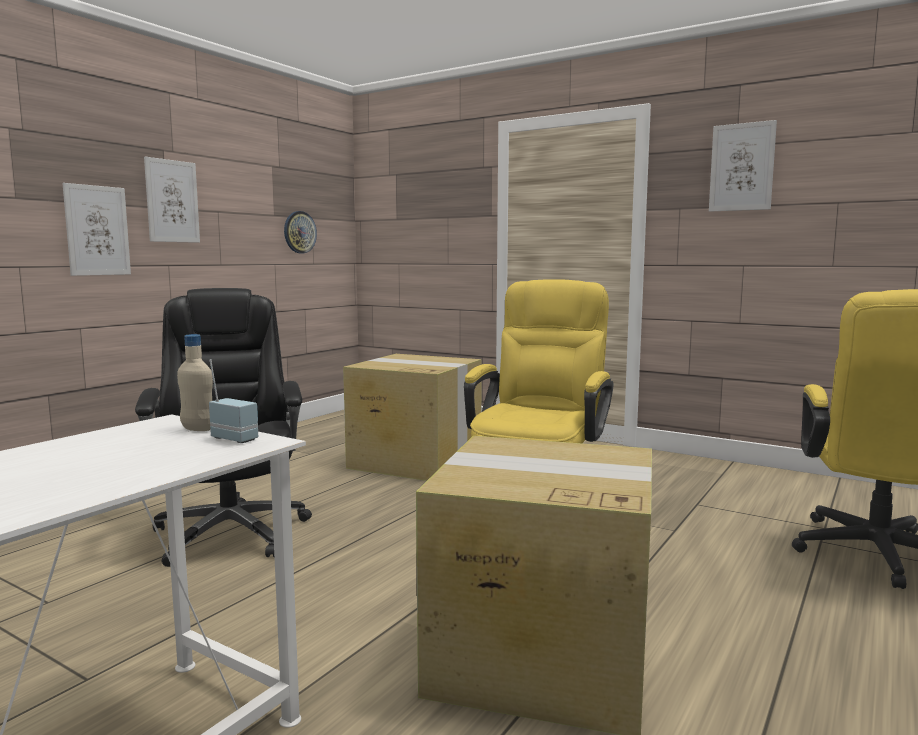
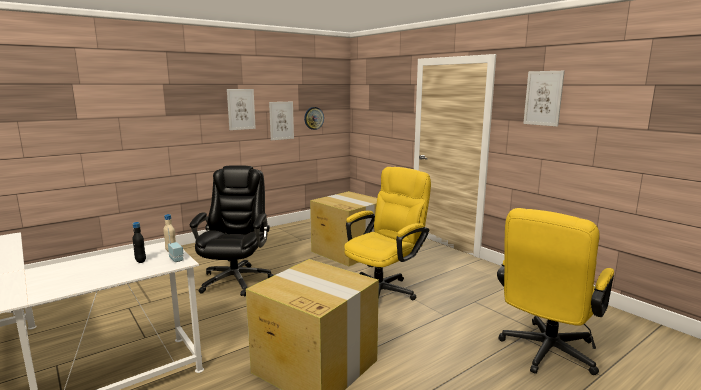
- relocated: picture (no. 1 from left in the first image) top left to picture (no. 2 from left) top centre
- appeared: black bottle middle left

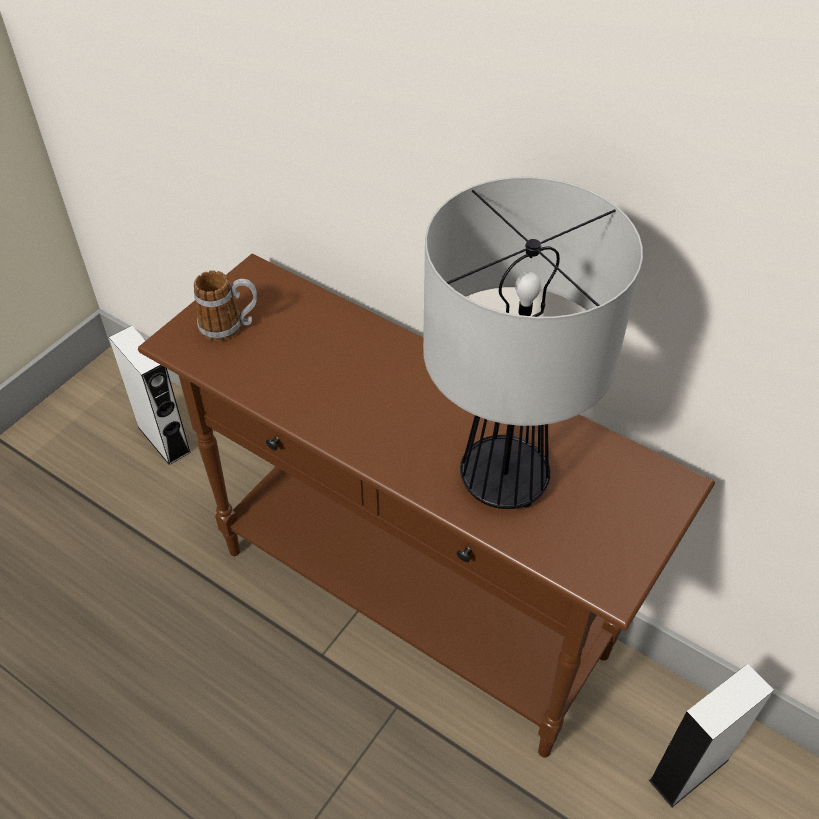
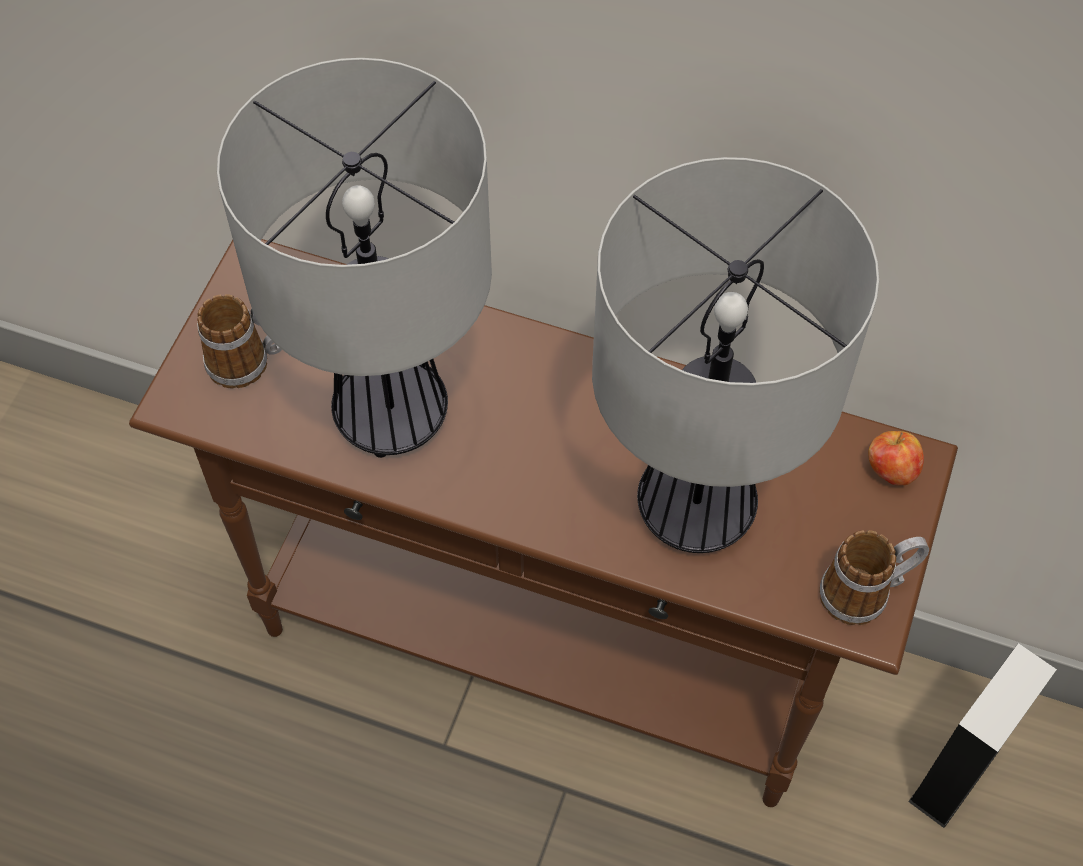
- missing: grey speaker (no. 1 from left) middle left
- appeared: table lamp (no. 1 from left) top left
- appeared: mug (no. 2 from left) middle right
- appeared: apple middle right

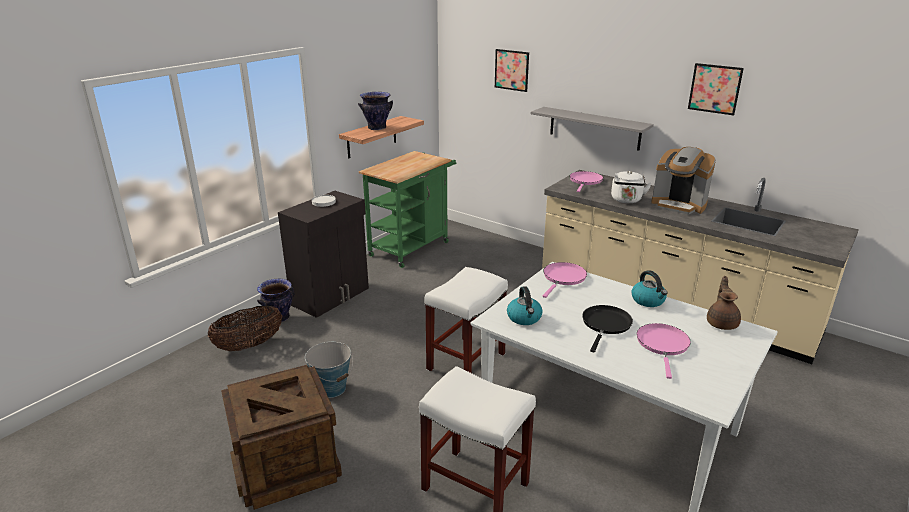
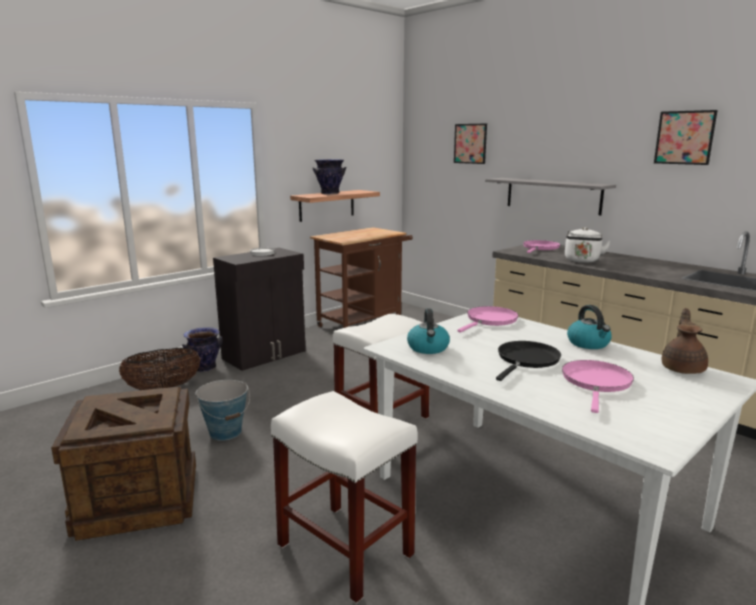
- colour: green cart centre to brown cart centre
- missing: coffee machine middle right

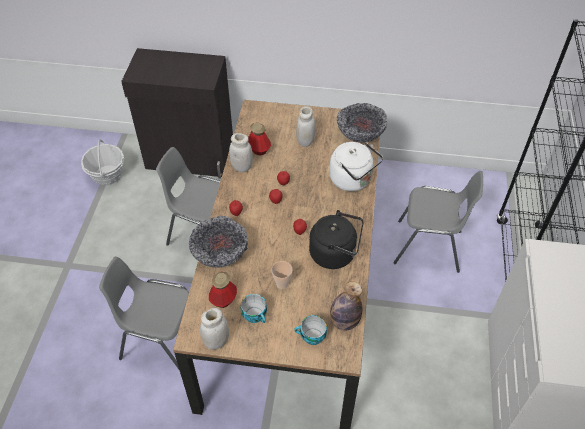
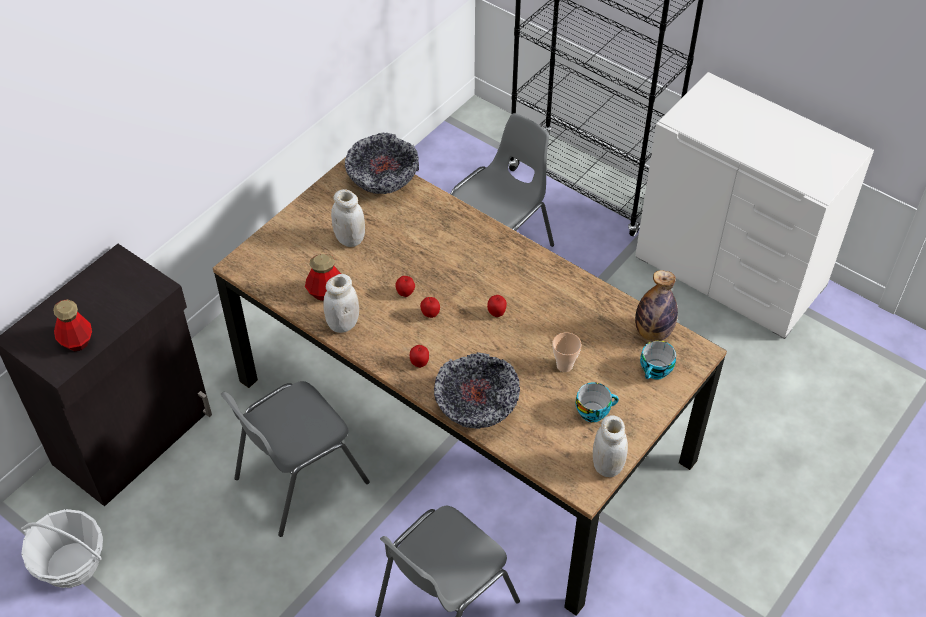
- relocated: bottle (no. 1 from left) bottom centre to middle left
- missing: black kettle centre
- missing: white kettle centre

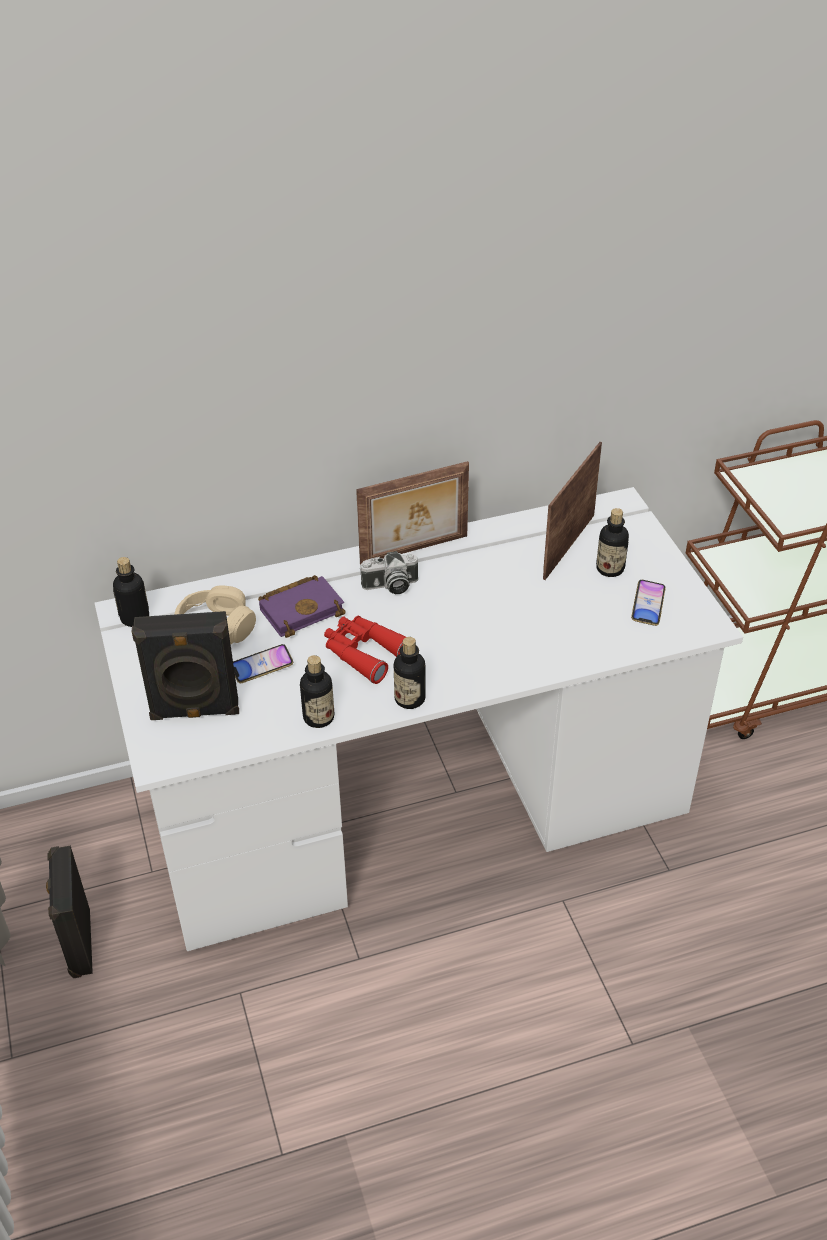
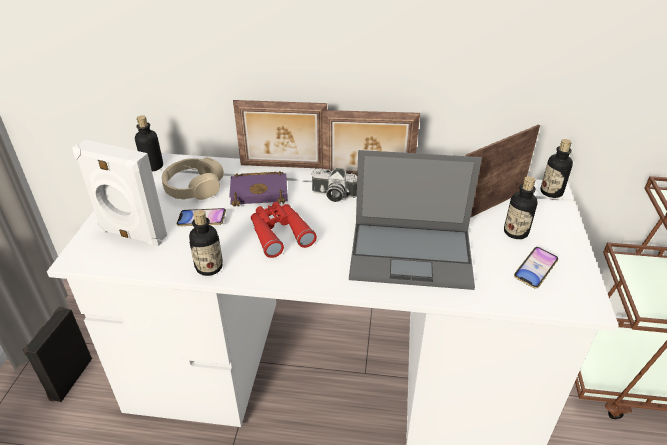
- colour: black speaker (no. 2 from left) middle left to white speaker middle left
- relocated: bottle (no. 3 from left in the first image) centre to bottle (no. 4 from left) middle right
- appeared: picture frame (no. 1 from left) top centre
- appeared: laptop centre

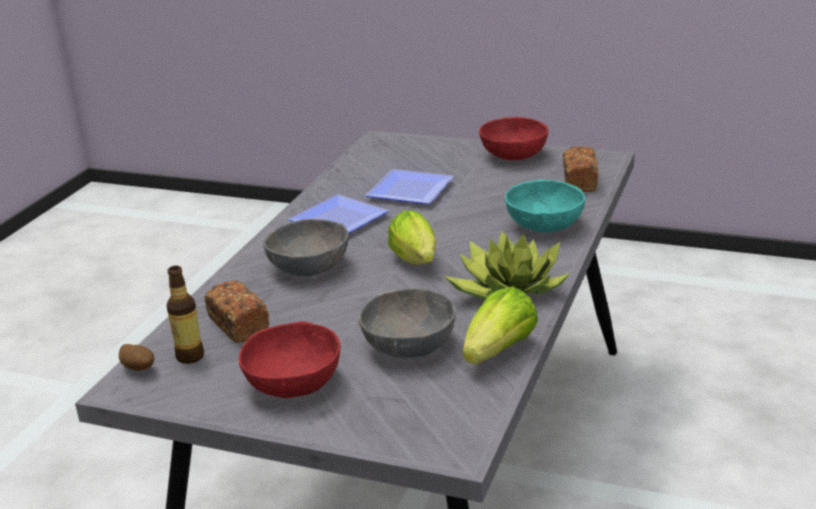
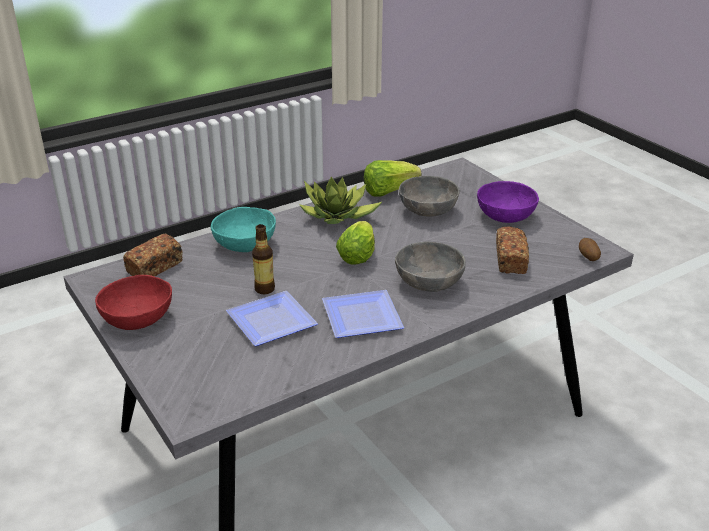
- relocated: bottle middle left to centre
- colour: red bowl (no. 1 from left) bottom centre to purple bowl middle right

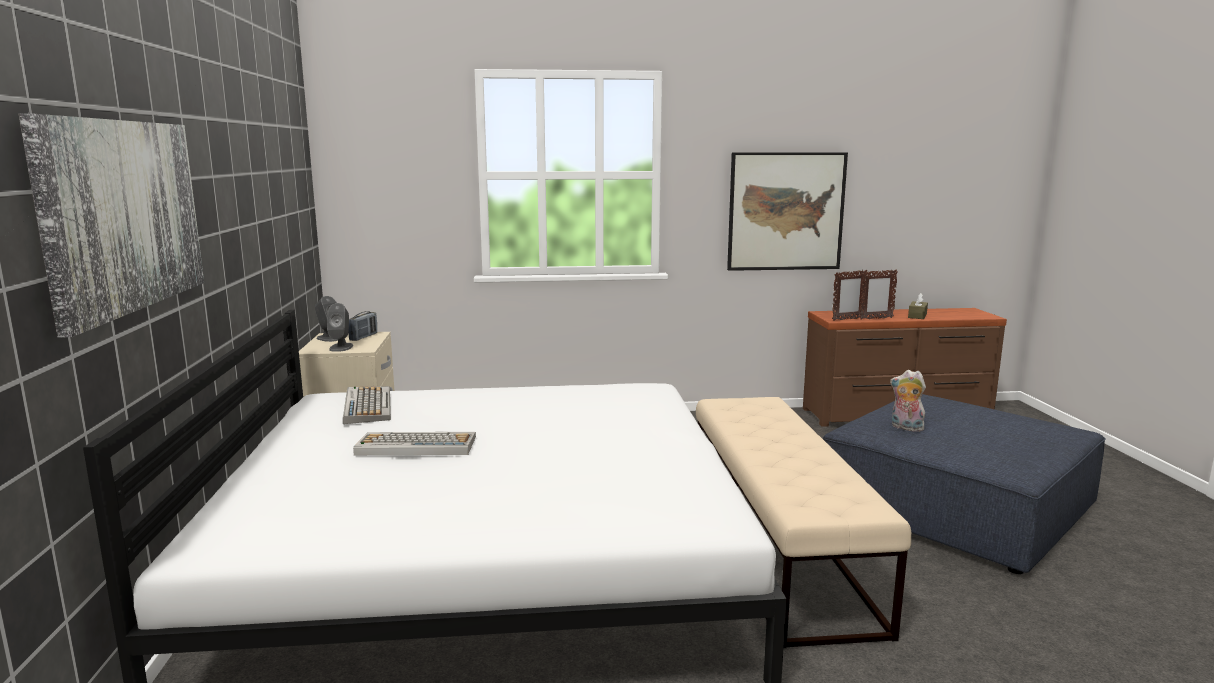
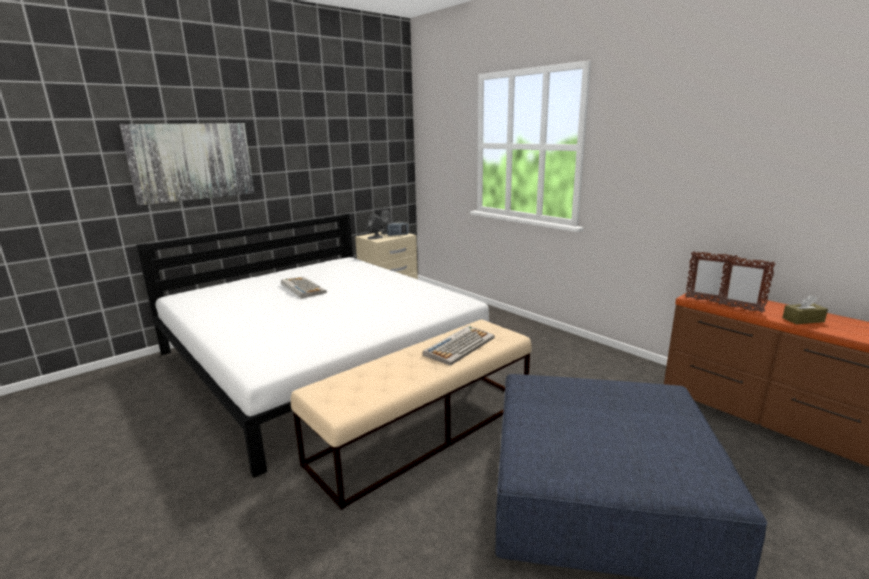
- relocated: keyboard (no. 1 from left in the first image) middle left to keyboard (no. 2 from left) centre
- missing: picture (no. 2 from left) top centre
- missing: plush toy middle right

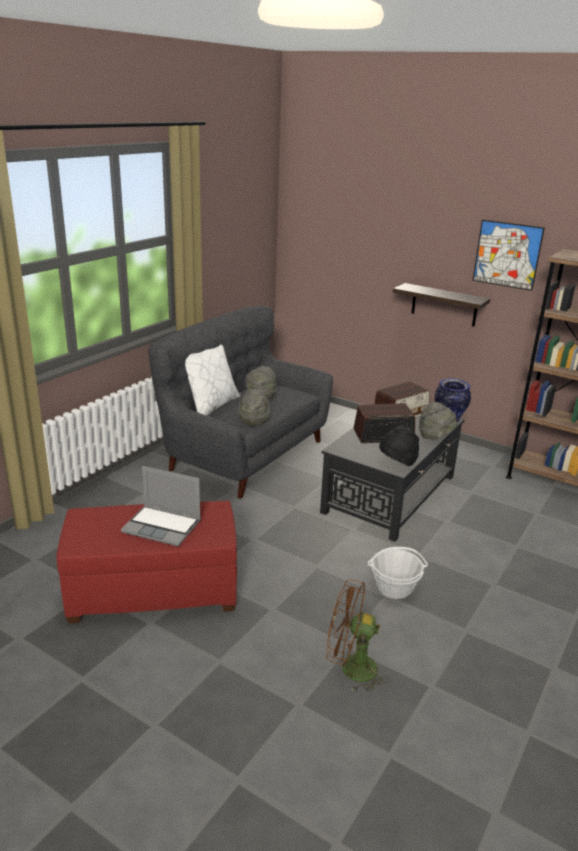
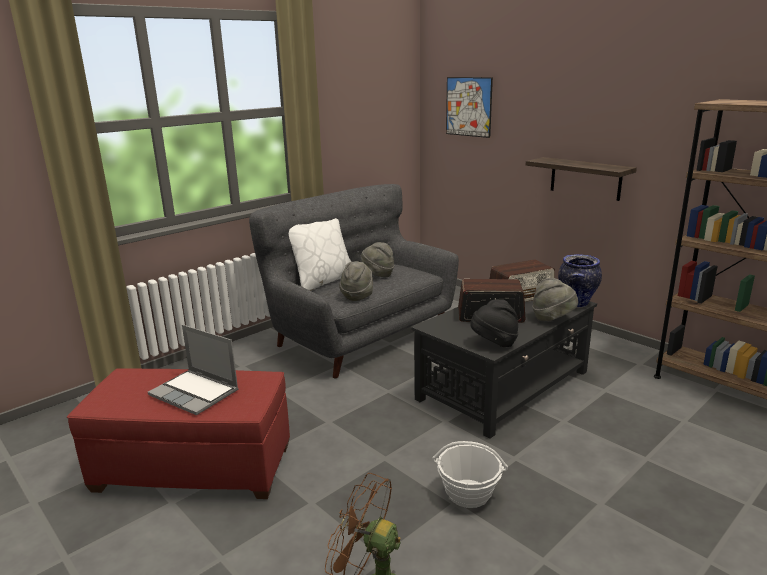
- relocated: picture top right to top centre

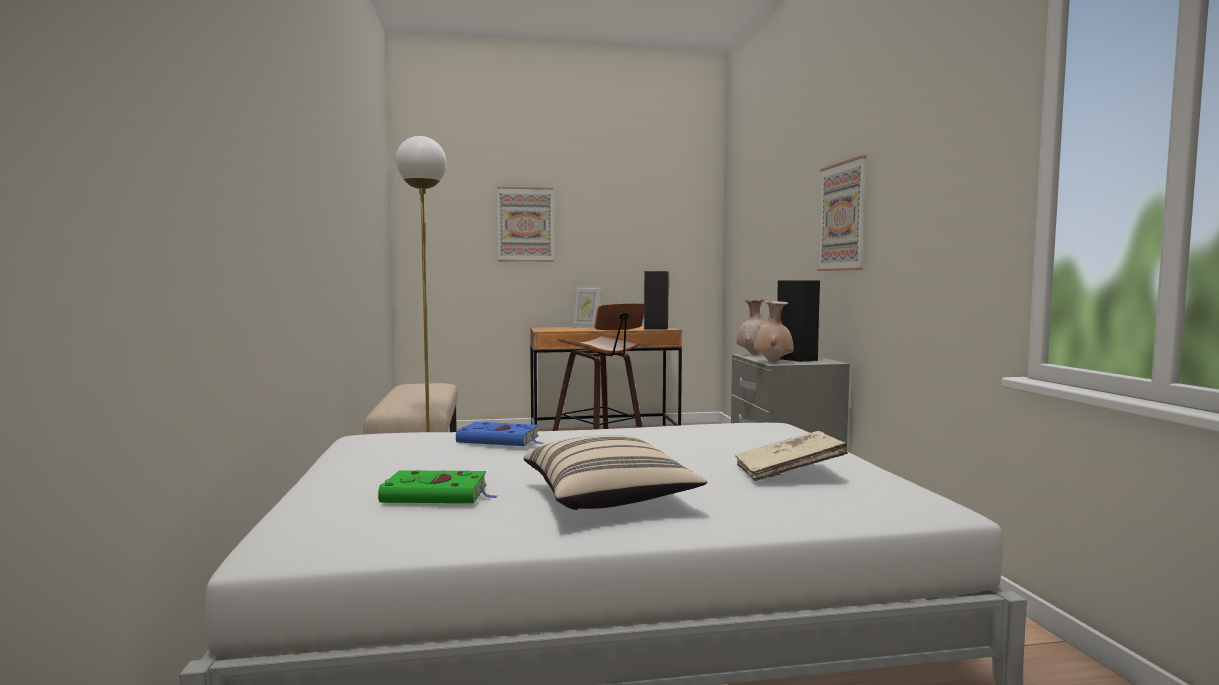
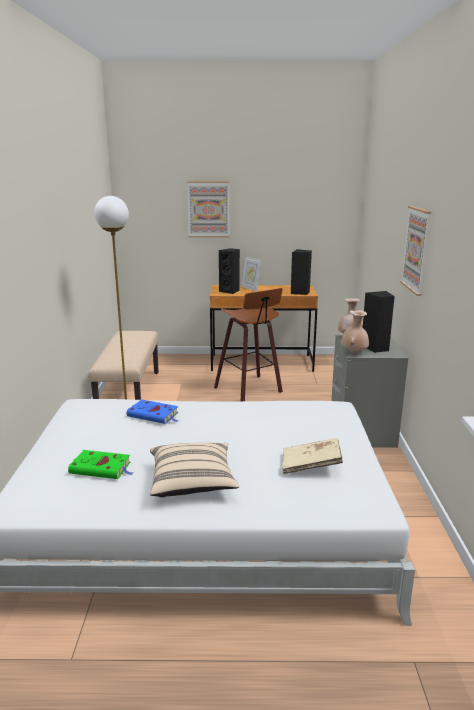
- appeared: black speaker (no. 1 from left) centre

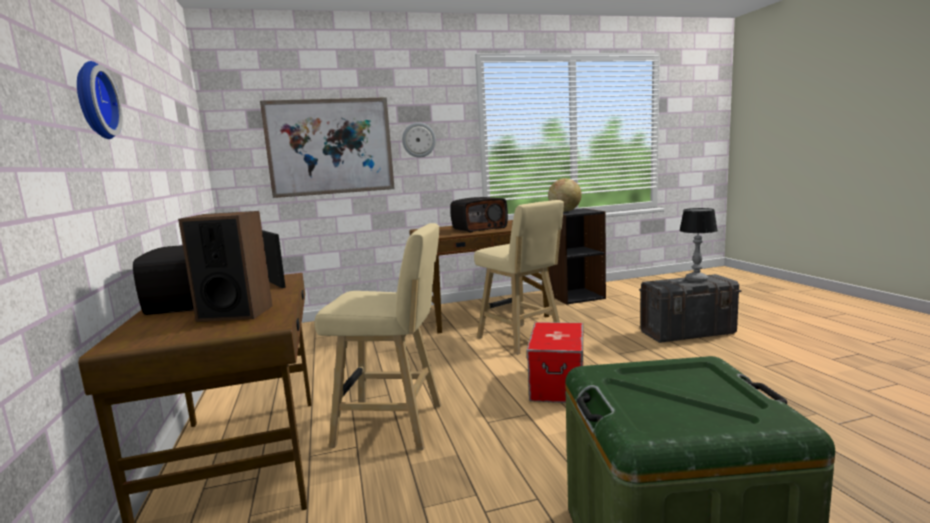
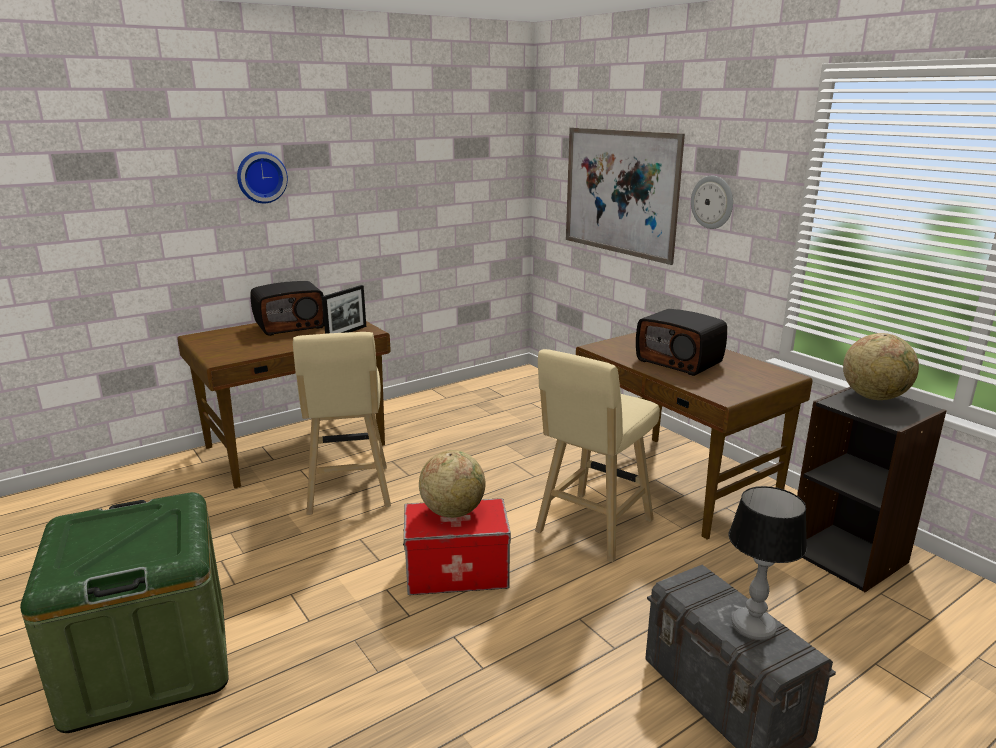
- missing: speaker middle left
- appeared: globe (no. 1 from left) centre

